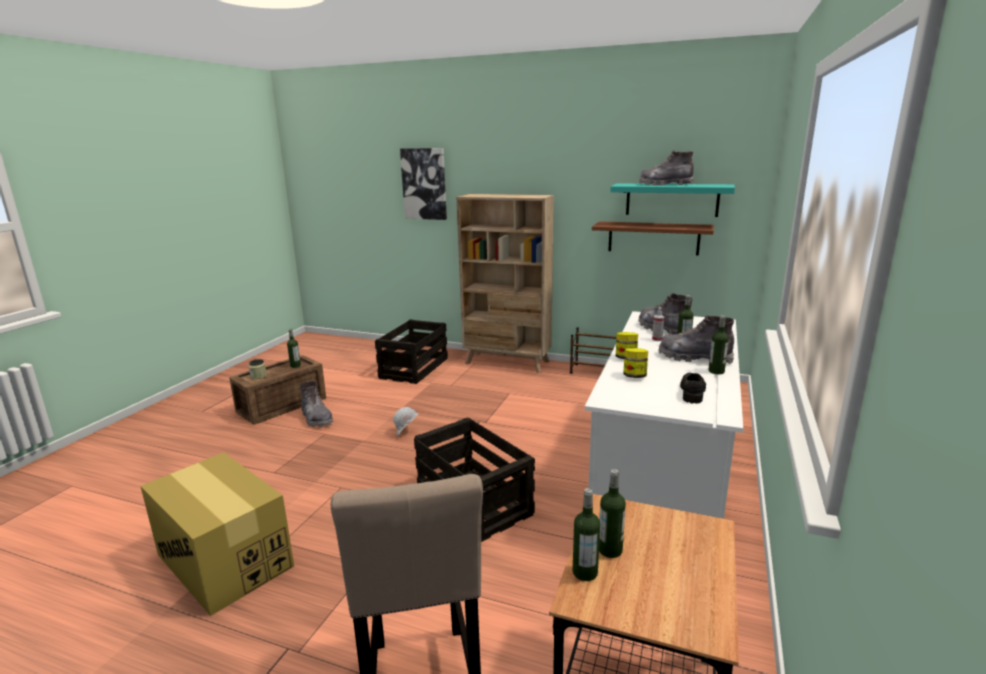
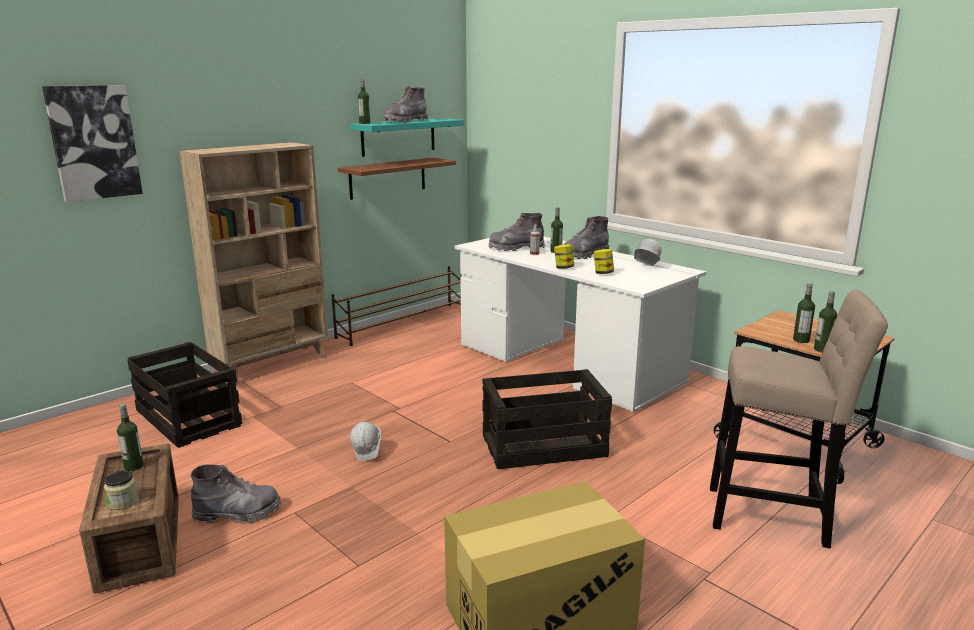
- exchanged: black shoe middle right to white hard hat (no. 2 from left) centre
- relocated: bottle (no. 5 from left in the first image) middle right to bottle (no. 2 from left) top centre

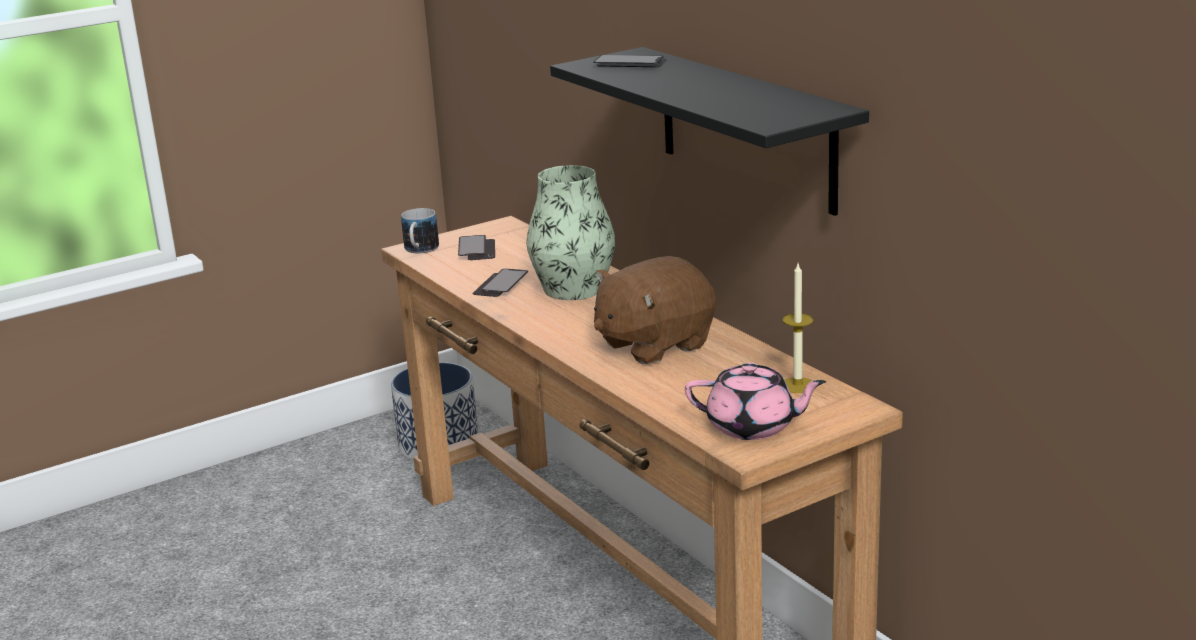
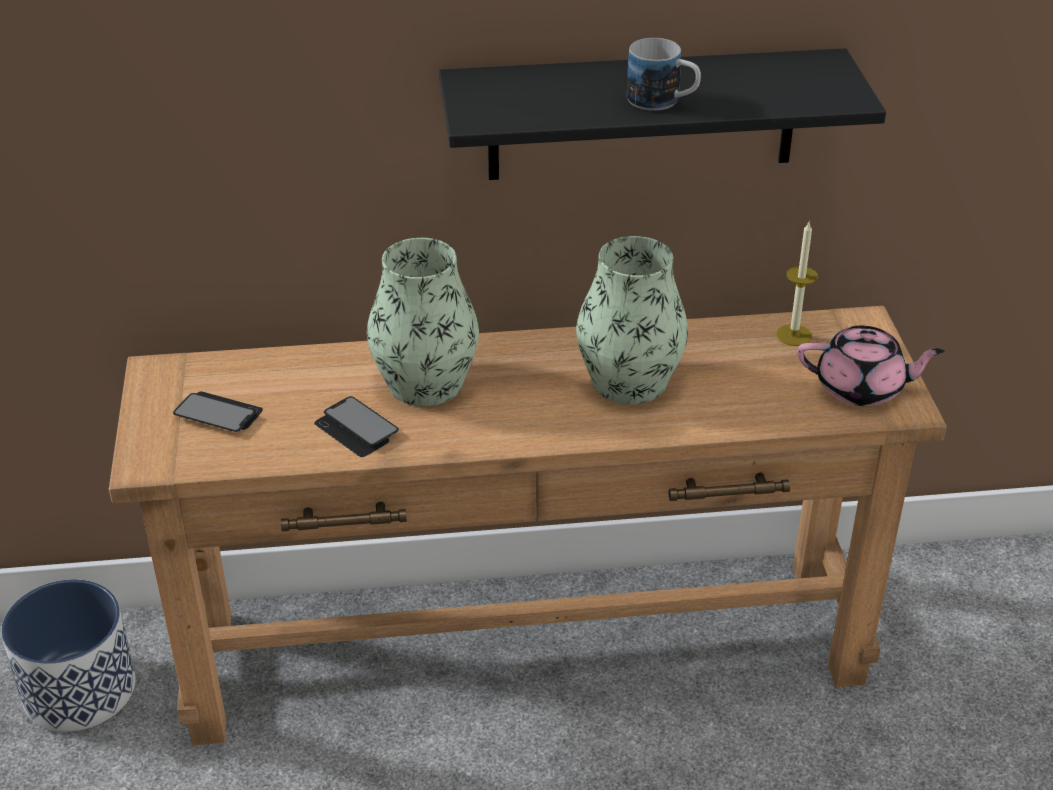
- relocated: mug centre to top centre
- missing: phone (no. 3 from left) top centre
- exchanged: brown plush toy centre to vase (no. 2 from left) centre
- spun: pink teapot centre = middle right 60 degrees clockwise

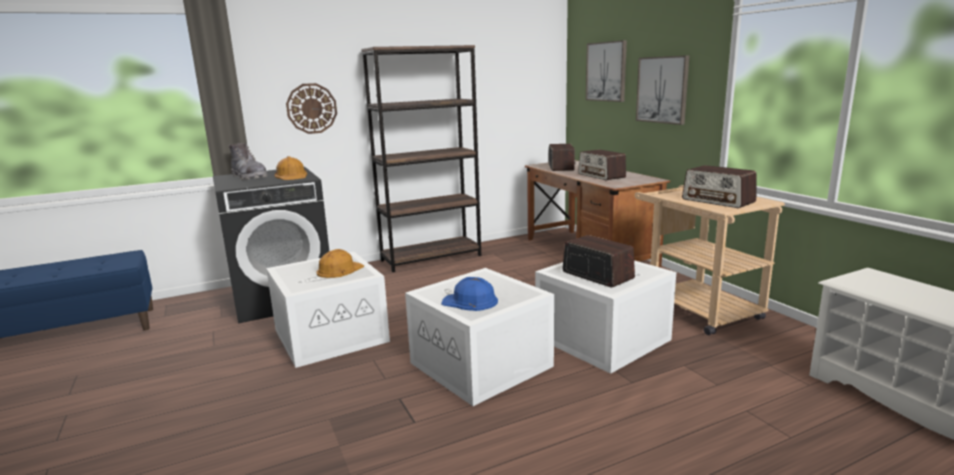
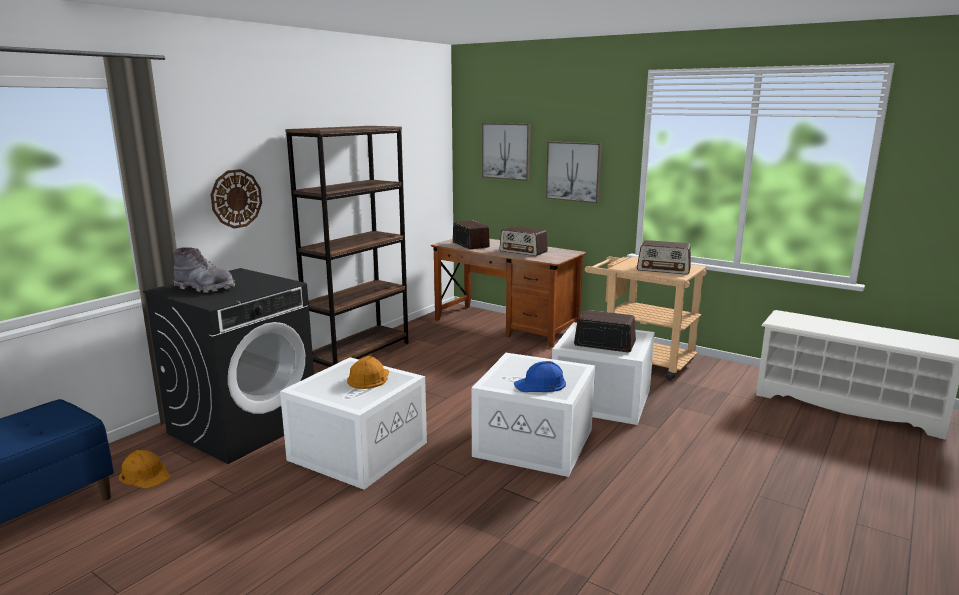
- relocated: orange hard hat (no. 1 from left) middle left to bottom left

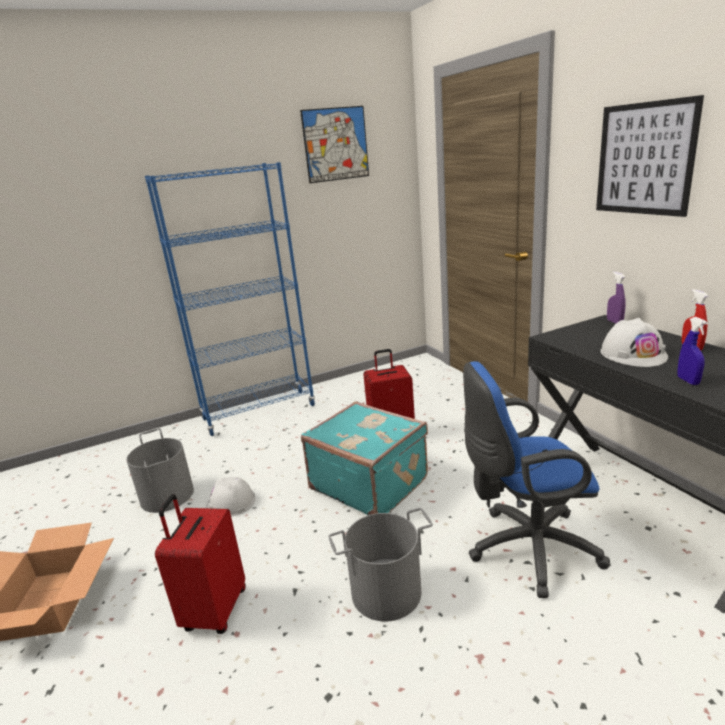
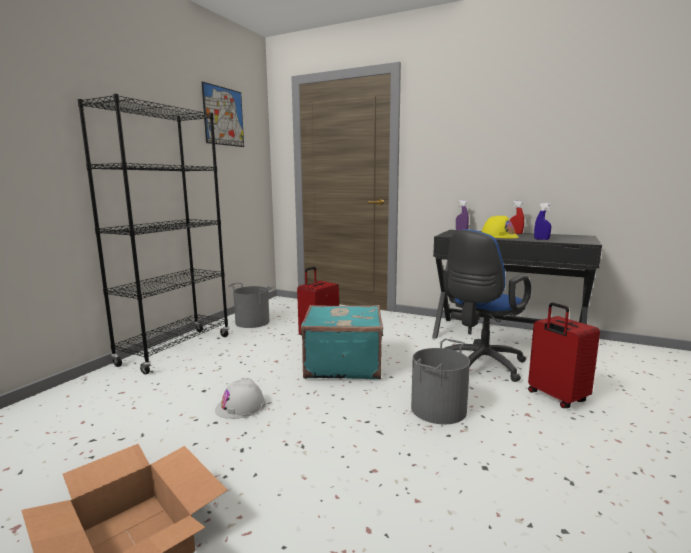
- relocated: grey bucket (no. 1 from left) middle left to centre
- colour: blue bookcase middle left to black bookcase middle left
- relocated: red suitcase (no. 1 from left in the first image) bottom left to red suitcase (no. 2 from left) middle right
- missing: picture (no. 2 from left) top right
- colour: white hard hat (no. 2 from left) middle right to yellow hard hat middle right

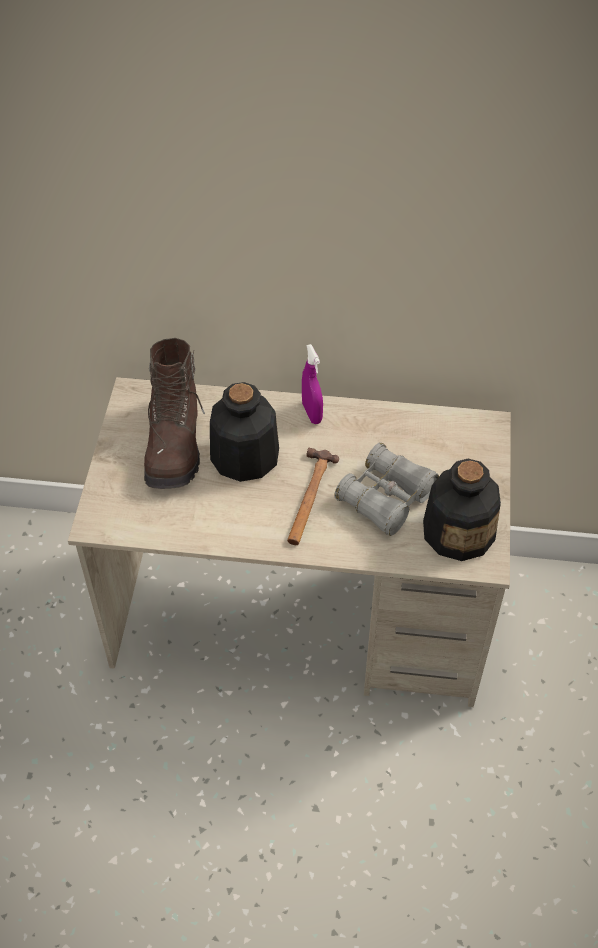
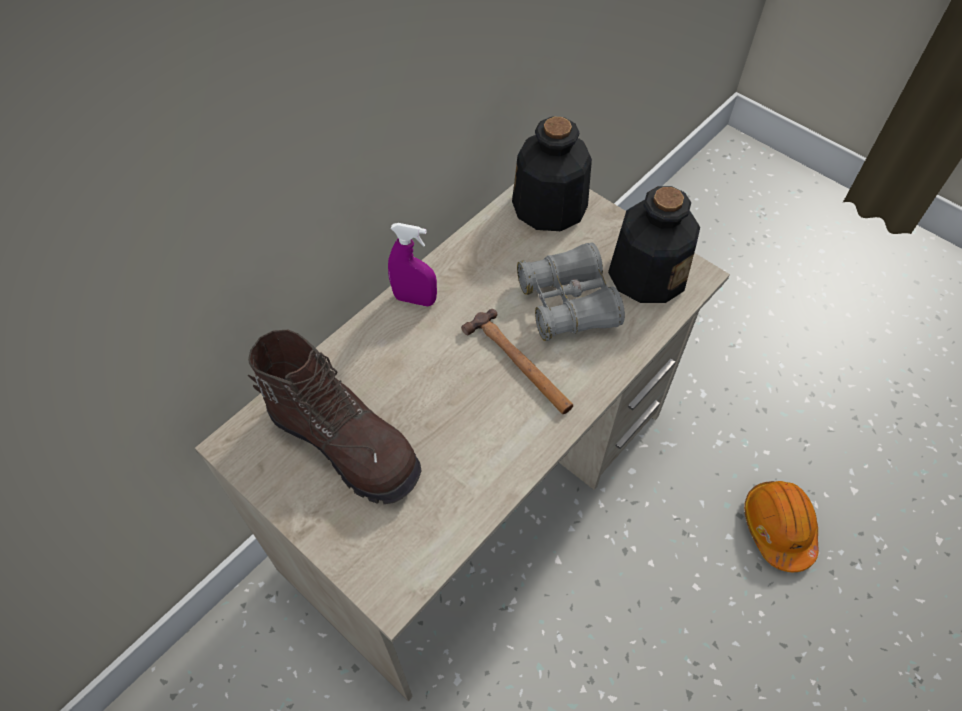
- relocated: bottle (no. 1 from left) centre to top centre
- appeared: orange hard hat bottom right

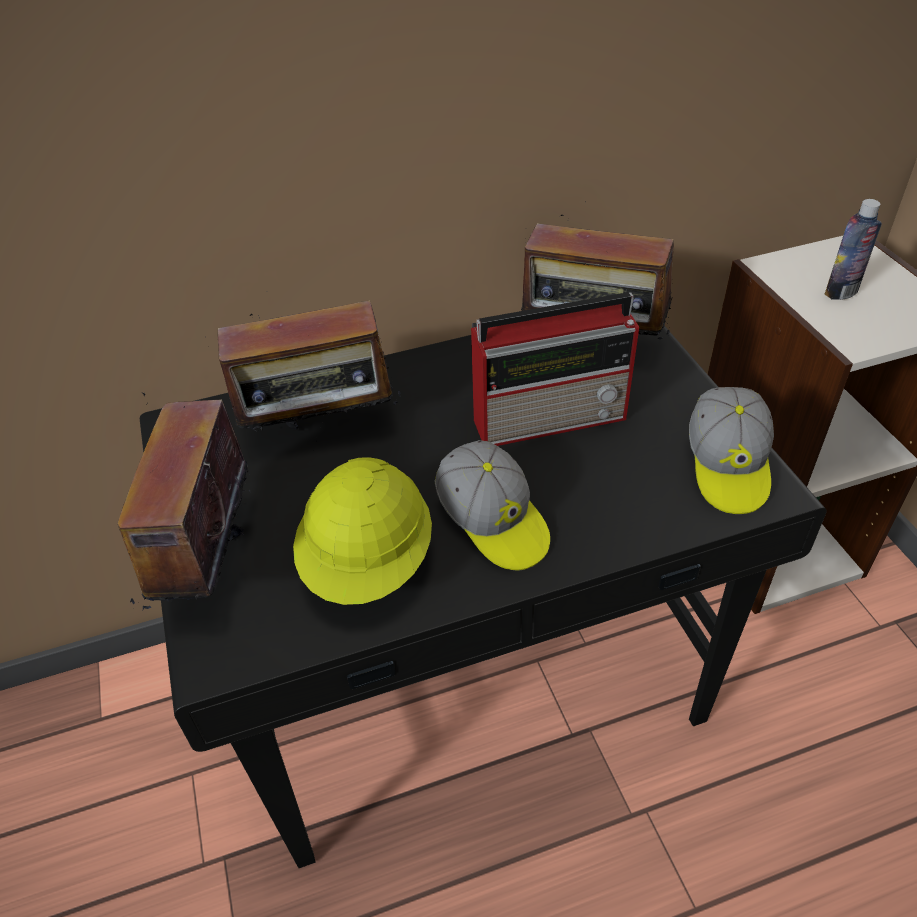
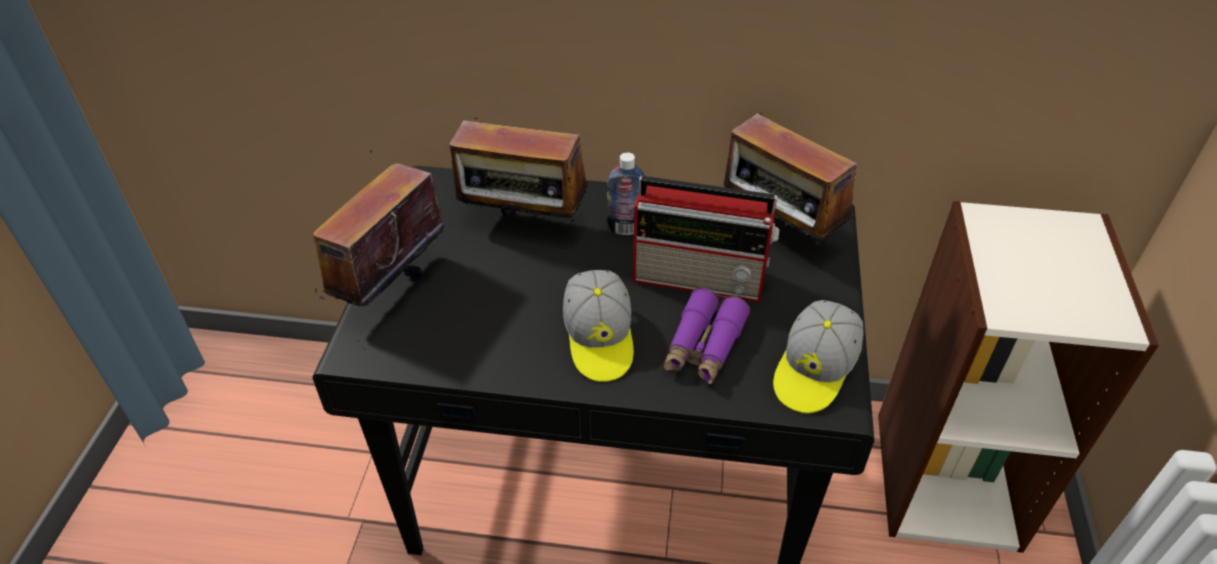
- missing: yellow hard hat centre
- relocated: bottle top right to centre
- appeared: purple binoculars centre

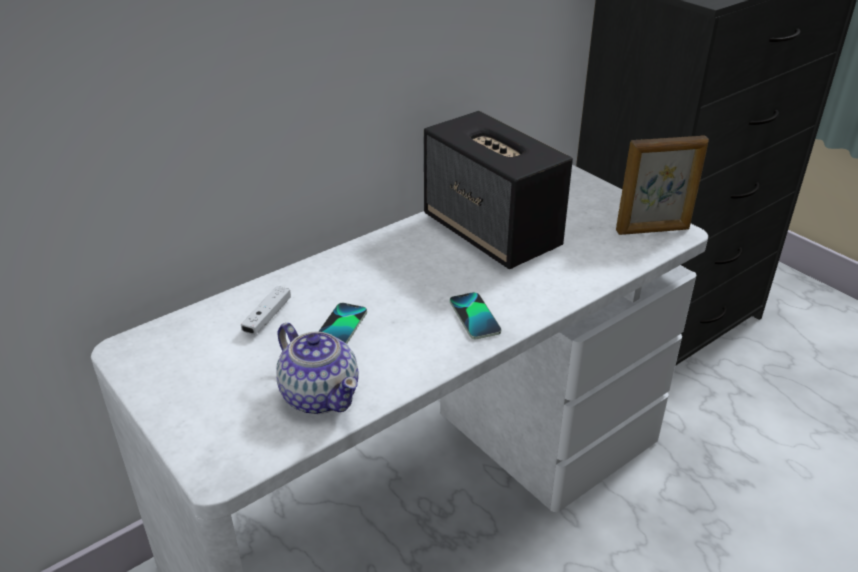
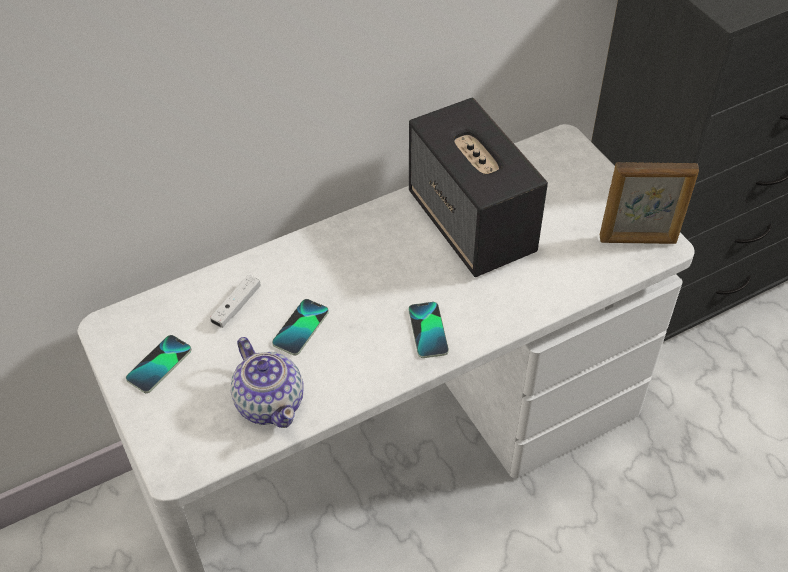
- appeared: phone (no. 1 from left) middle left

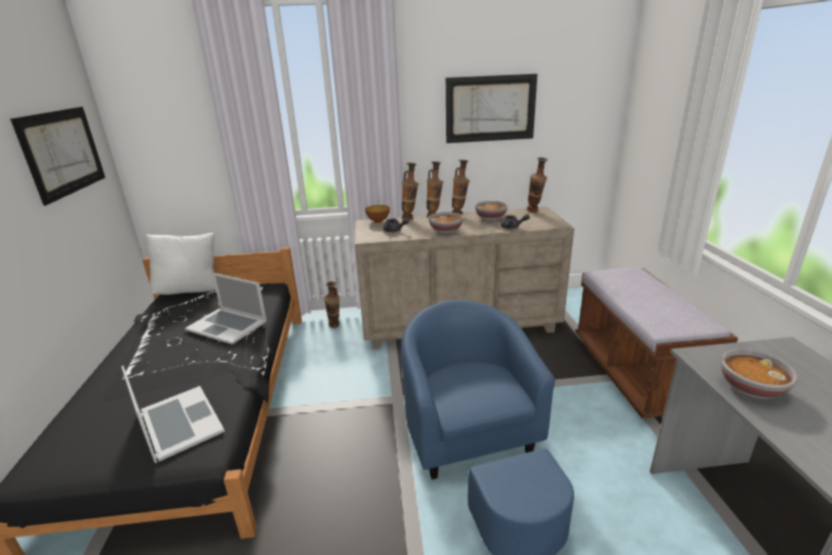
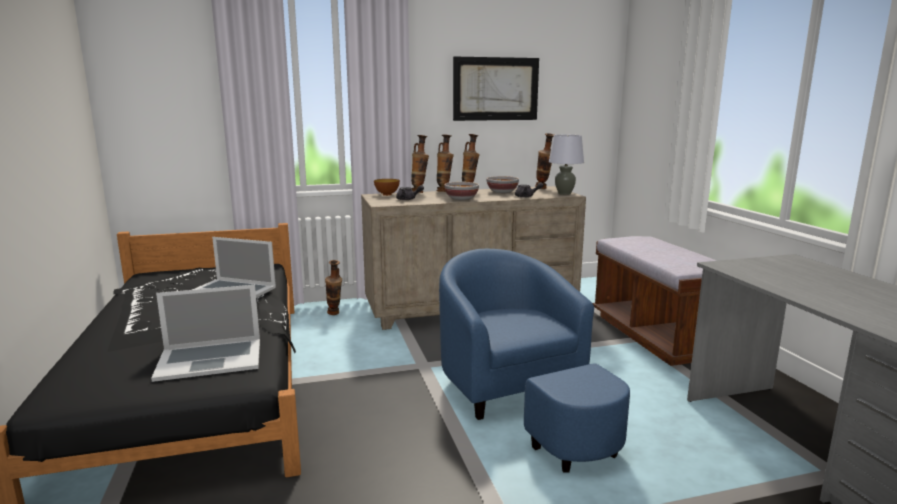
- missing: picture (no. 1 from left) top left
- spun: laptop (no. 1 from left) bottom left = middle left 120 degrees clockwise
- missing: white pillow middle left
- missing: bowl (no. 4 from left) bottom right
- appeared: grey table lamp top centre

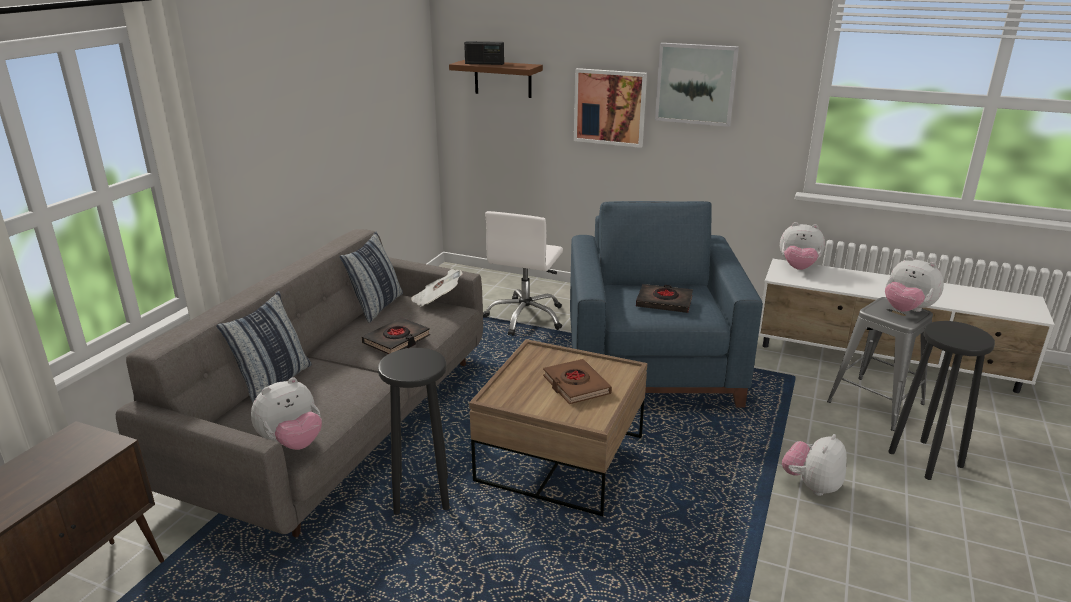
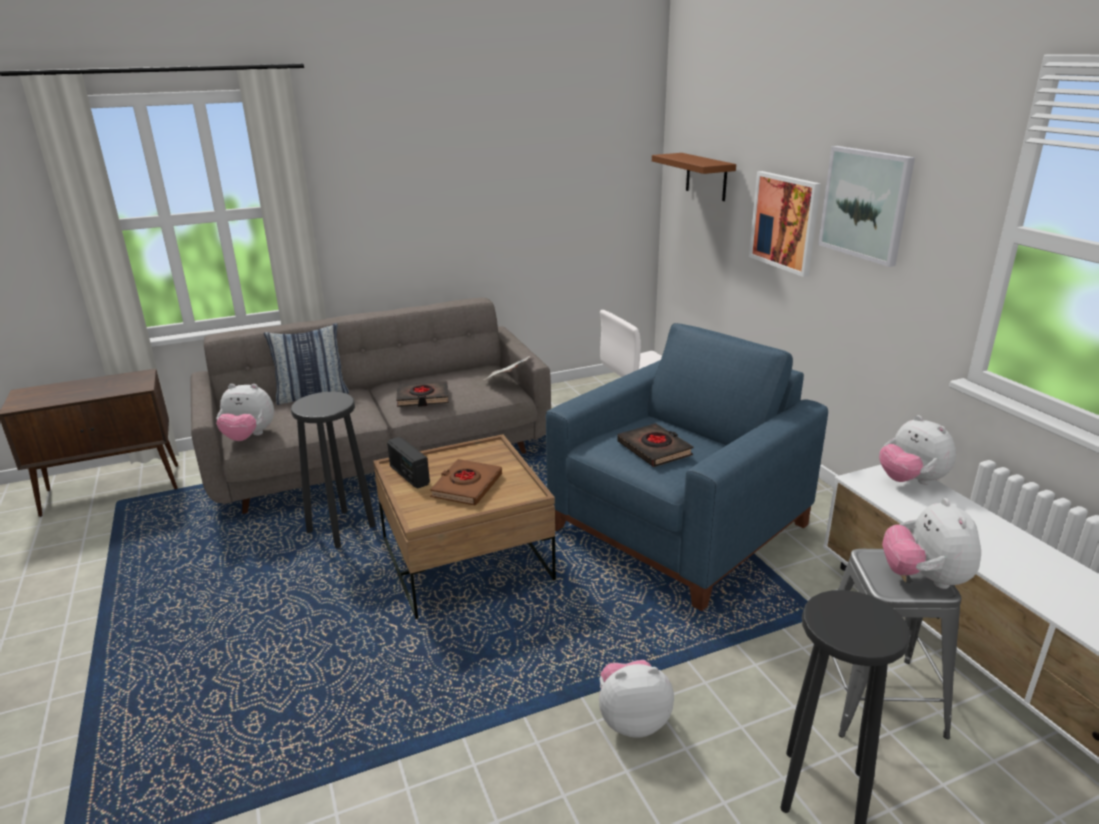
- missing: pillow (no. 2 from left) centre
- relocated: radio top centre to centre

